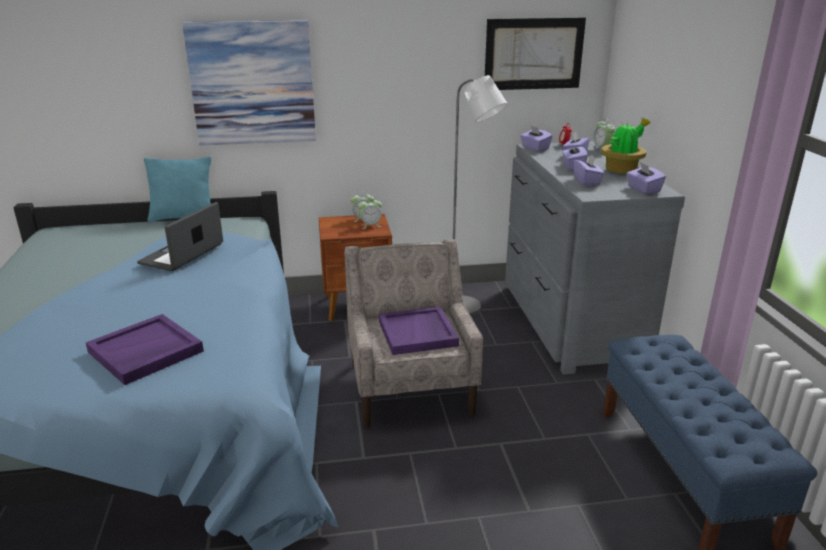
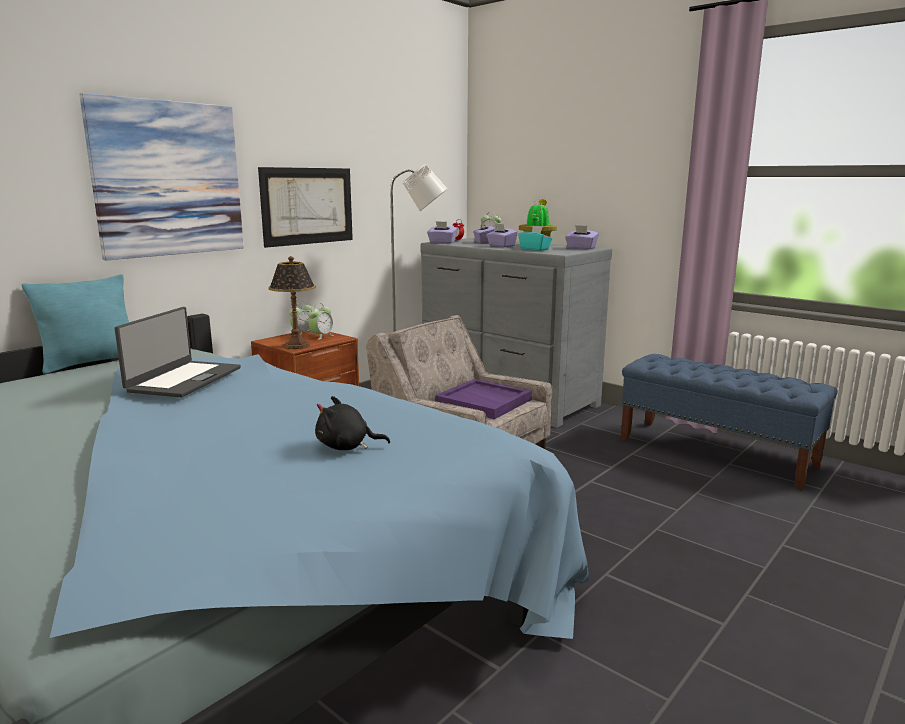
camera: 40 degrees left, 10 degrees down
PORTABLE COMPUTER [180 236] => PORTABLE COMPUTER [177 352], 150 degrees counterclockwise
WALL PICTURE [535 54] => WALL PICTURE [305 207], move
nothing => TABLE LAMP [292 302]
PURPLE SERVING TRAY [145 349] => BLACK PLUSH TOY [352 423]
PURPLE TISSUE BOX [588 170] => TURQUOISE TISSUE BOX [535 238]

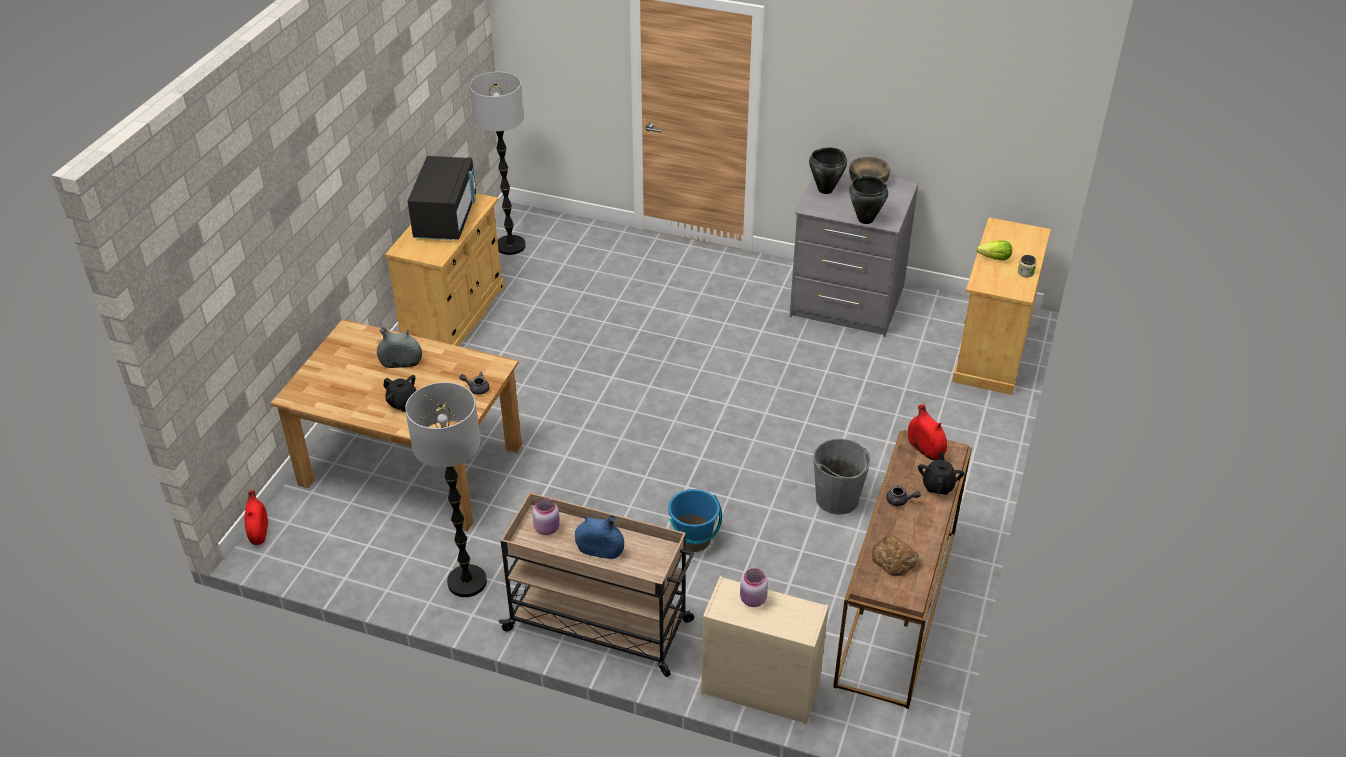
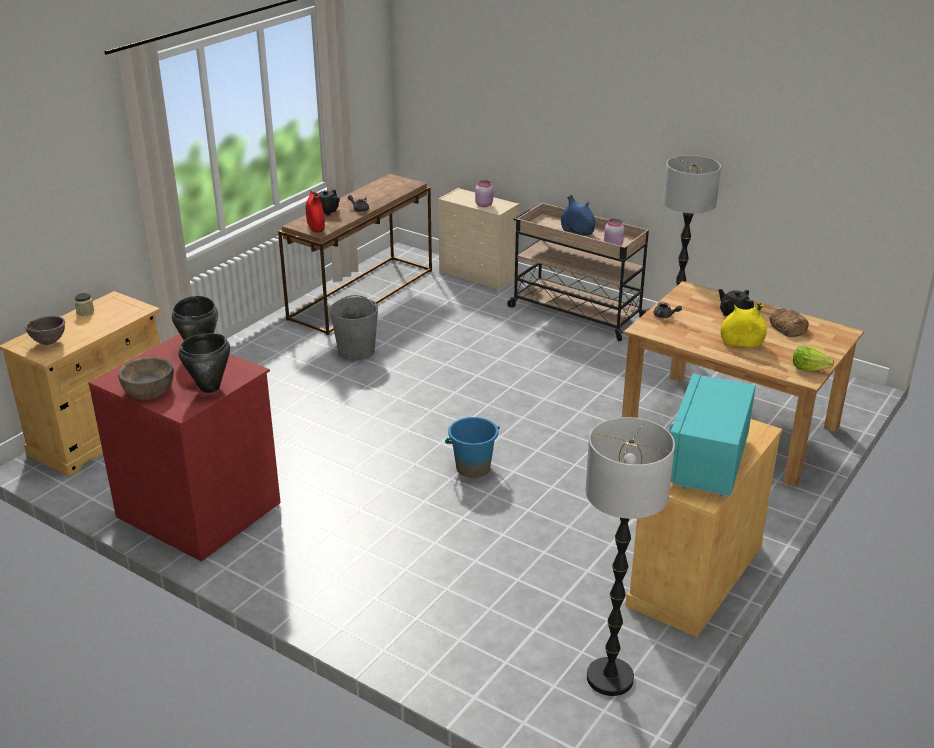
camera: 165 degrees left, 10 degrees down
nothing => BROWN-COLOURED DEEP DISH [44 330]
GRAY CHEST OF DRAWERS [854 252] => RED-COLOURED CHEST OF DRAWERS [185 447]
BLUE-COLOURED PAIL [695 520] => BLUE-COLOURED PAIL [472 447], move
BLACK MICROWAVE [442 198] => TURQUOISE MICROWAVE [712 435]
GRAY VASE [399 347] => YELLOW-COLOURED VASE [743 324]
BAKED BREAD [895 555] => BAKED BREAD [789 322], move
LETTUCE HEAD [994 250] => LETTUCE HEAD [813 358], move
RED-COLOURED VASE [256 517] => nothing

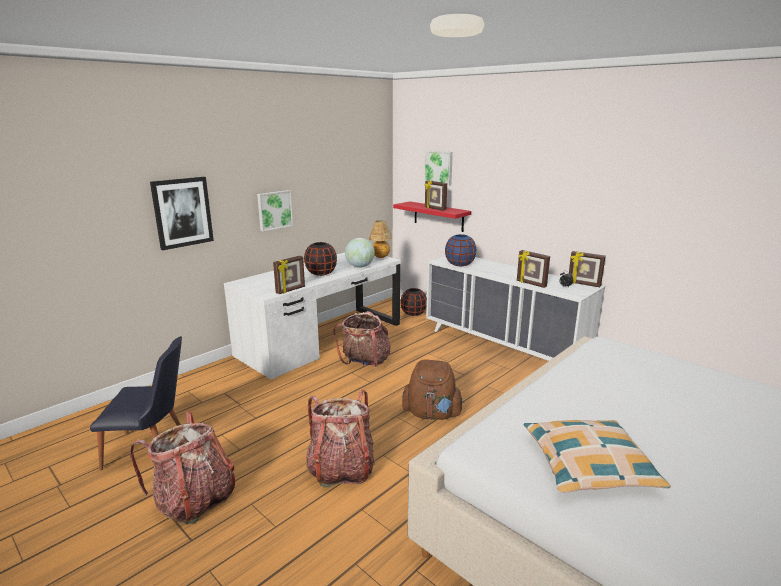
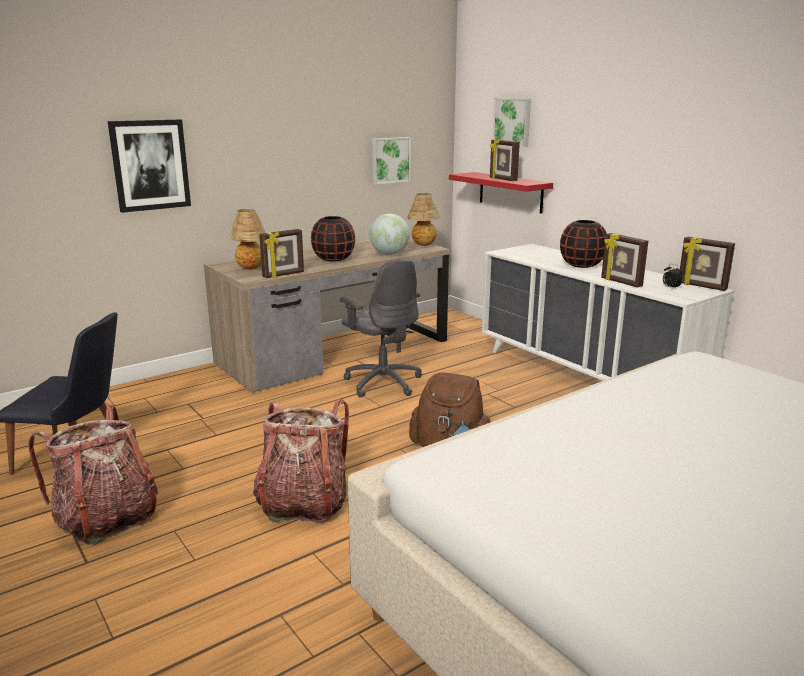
camera: 10 degrees right, 0 degrees up
WHITE-COLOURED DESK TABLE [312 316] => BROWN-COLOURED DESK TABLE [327 316]
nothing => TABLE LAMP [247 239]
KNAPSACK [361 339] => GRAY OFFICE CHAIR [381 328]
WALL PICTURE [275 210] => WALL PICTURE [391 161], move
BLACK VASE [413 302] => BLACK VASE [583 244], move
BLUE-COLOURED VASE [461 250] => nothing
CUSHION [597 456] => nothing

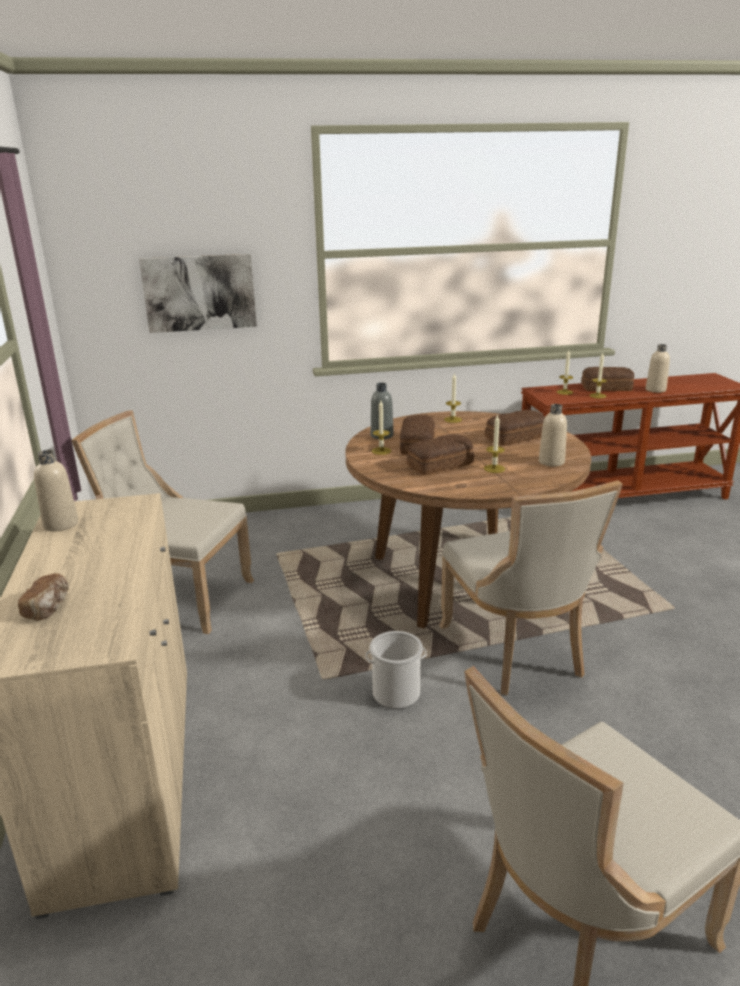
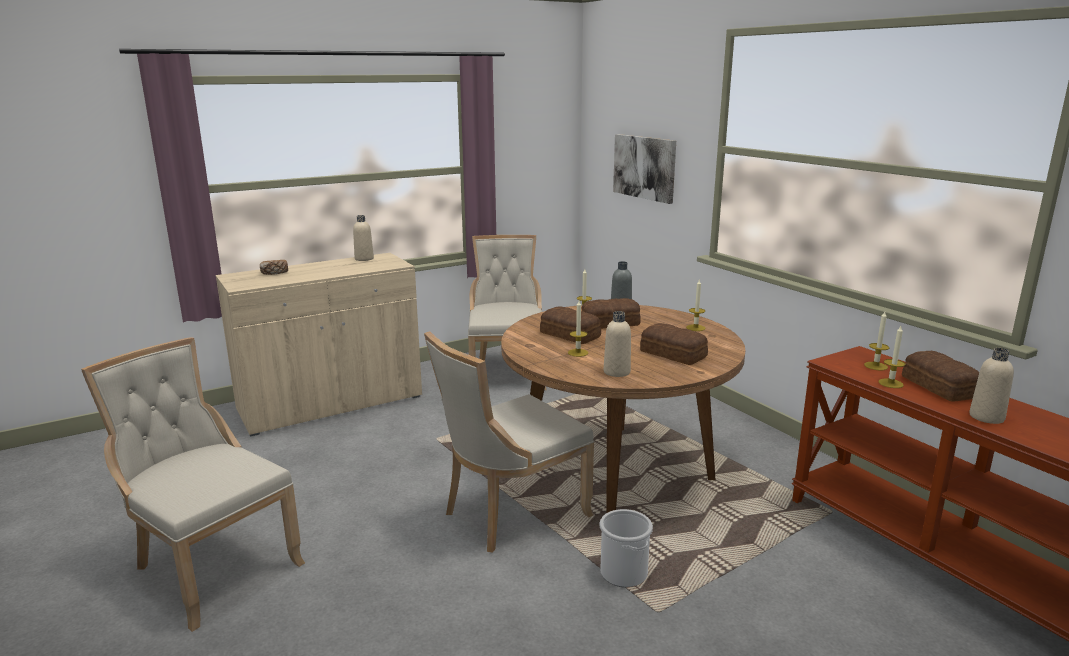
camera: 70 degrees right, 5 degrees down
PAIL [396 670] => PAIL [626 548], move

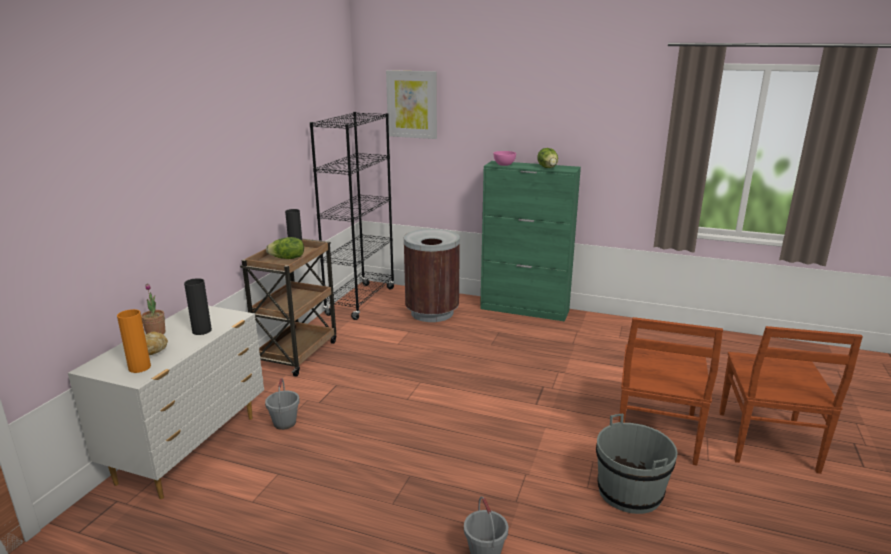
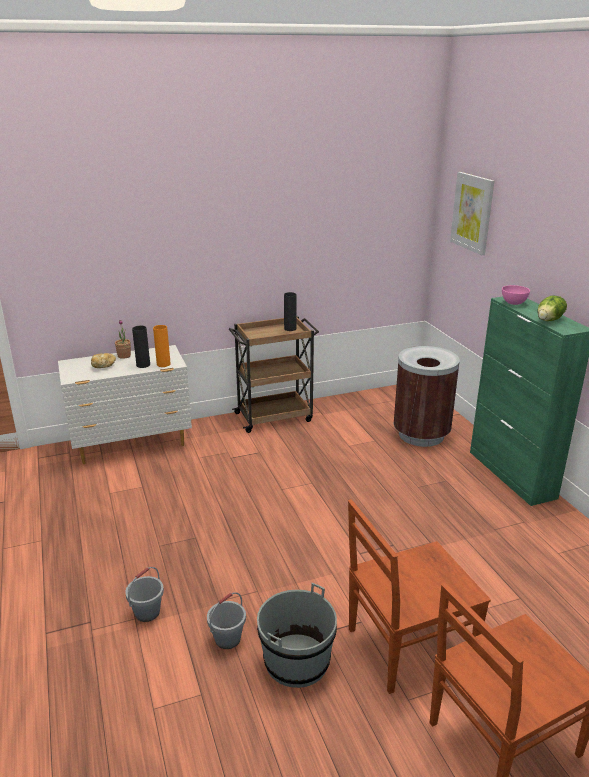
camera: 50 degrees right, 5 degrees up
ORANGEY VASE [134 341] => ORANGEY VASE [162 346], move
GRAY PAIL [282 404] => GRAY PAIL [226 620], move
LETTUCE HEAD [285 248] => nothing
BLACK BOOKSHELF [352 216] => nothing

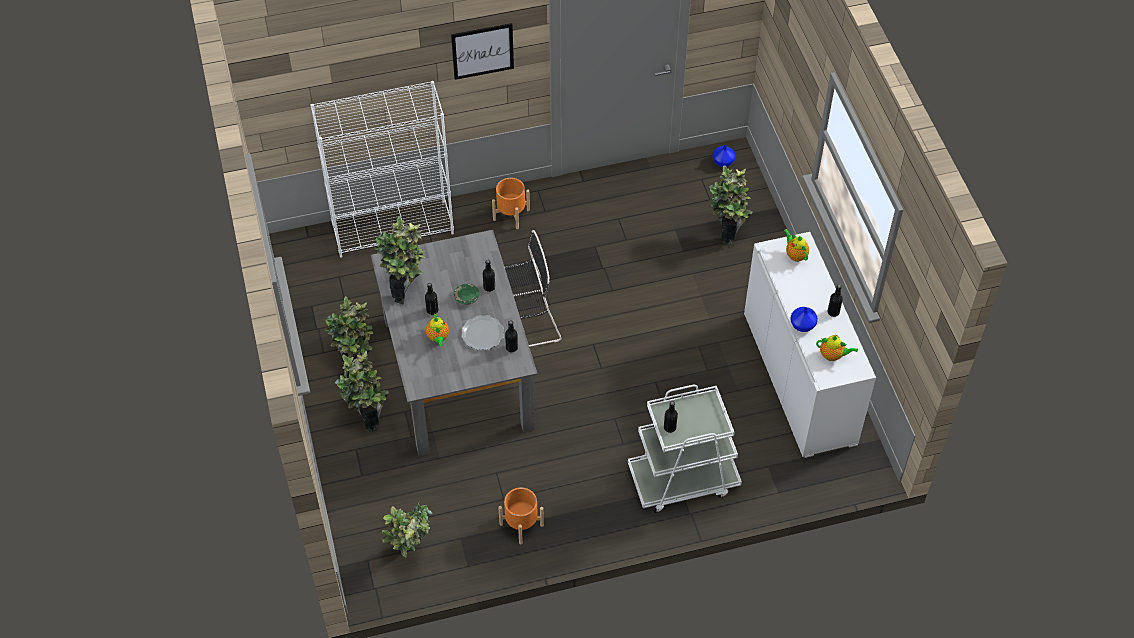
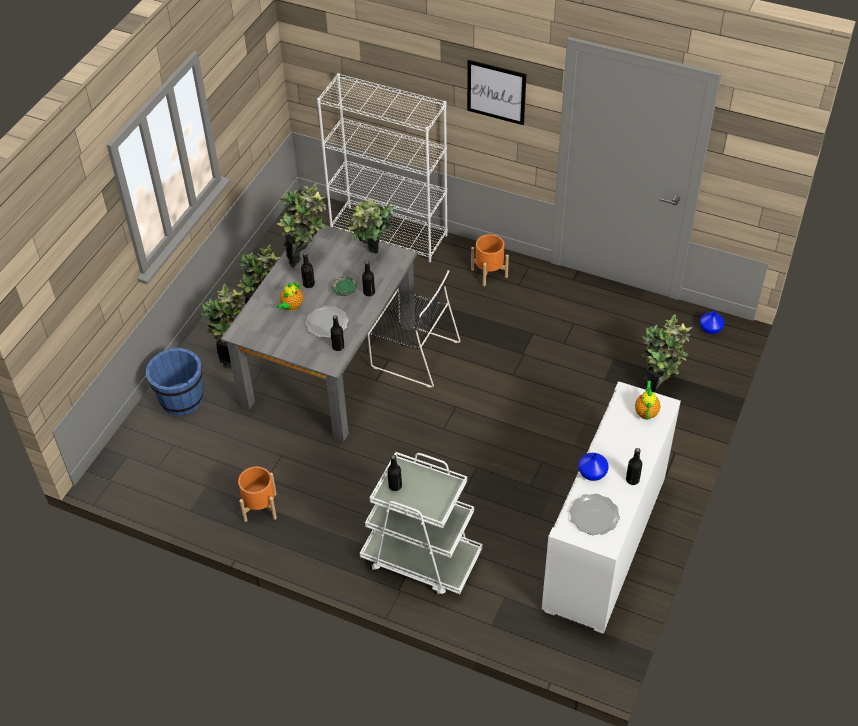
camera: 40 degrees right, 5 degrees down
nothing => BLUE-COLOURED PAIL [174 382]
PLANT IN A POT [407 529] => PLANT IN A POT [370 226], move
TEA POT [837 348] => PLATE [594 514]

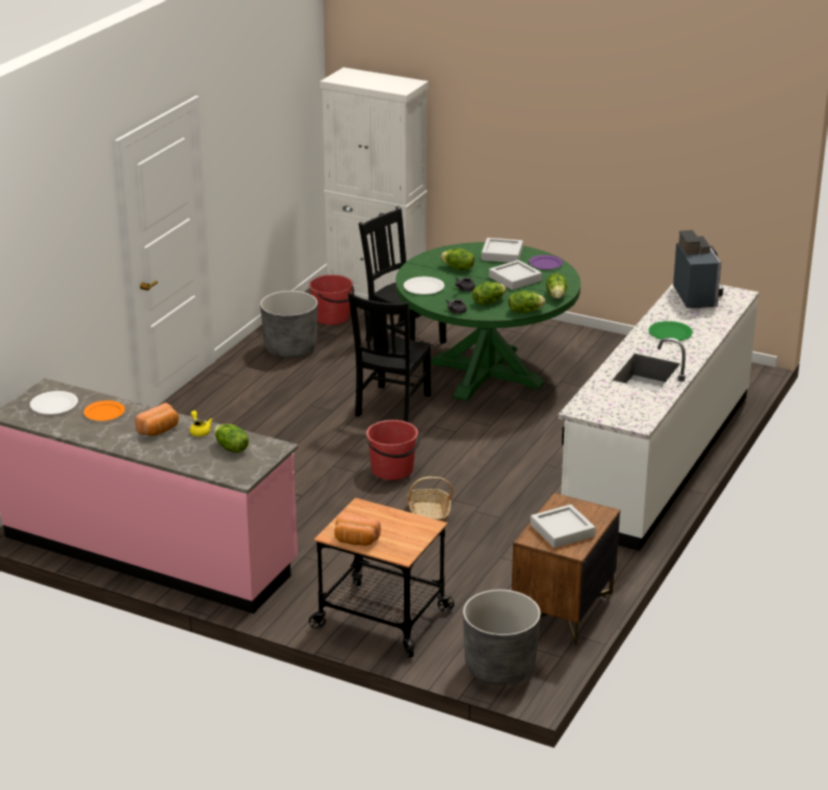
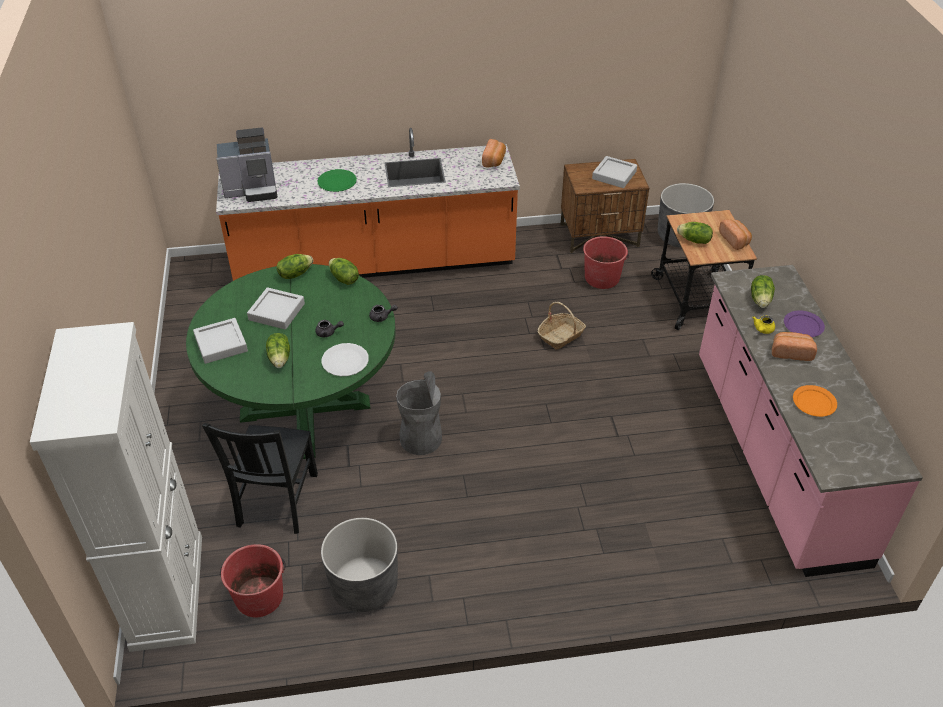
camera: 125 degrees left, 15 degrees up
COFFEE MAKER [698 269] => COFFEE MAKER [246 165], 150 degrees counterclockwise
WHITE-COLOURED COUNTER [658 417] => ORANGEY COUNTER [368 204]
BLACK UPRIGHT CHAIR [389 357] => GRAY RUBBISH BIN [419 413]
nothing => BAKED BREAD [494 153]
RED-COLOURED PAIL [393 450] => RED-COLOURED PAIL [606 262], move
LETTUCE HEAD [489 293] => LETTUCE HEAD [695 233], move
PURPLE PLATE [546 262] => PURPLE PLATE [804 323], move
WHITE-COLOURED PLATE [54 403] => nothing

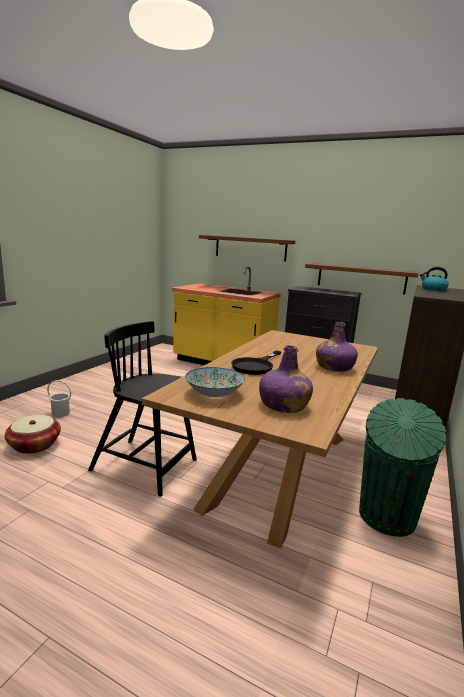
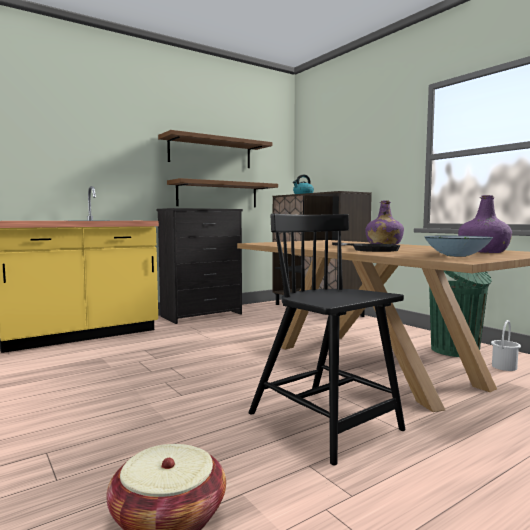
camera: 60 degrees left, 10 degrees down
BROWN-COLOURED BRACKET SHELF [247 248] => BROWN-COLOURED BRACKET SHELF [215 149], move
BLACK UPRIGHT CHAIR [142 409] => BLACK UPRIGHT CHAIR [327 339], 90 degrees clockwise
WHITE-COLOURED PAIL [59 398] => WHITE-COLOURED PAIL [506 345], move

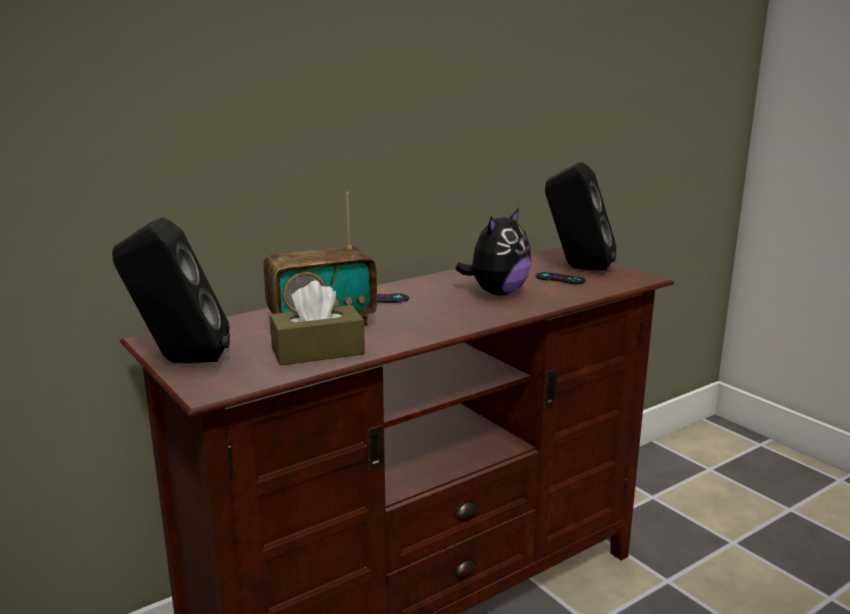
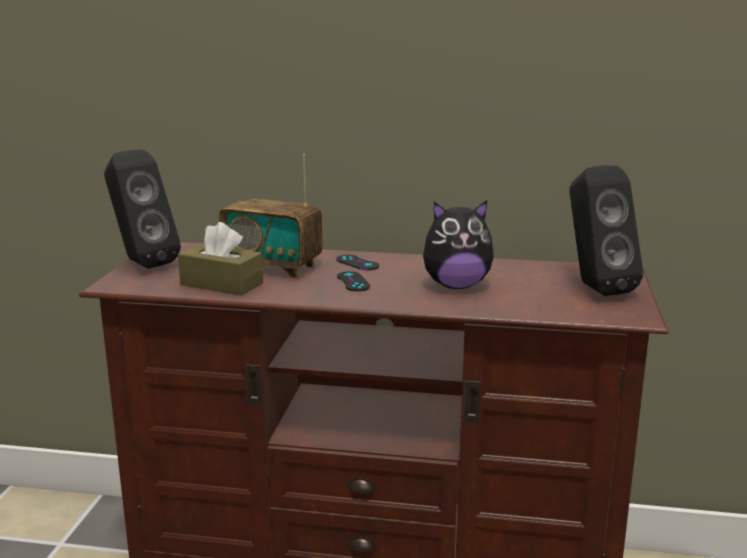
camera: 45 degrees right, 0 degrees up
BLACK JOYPAD [560 278] => BLACK JOYPAD [353 281], move

